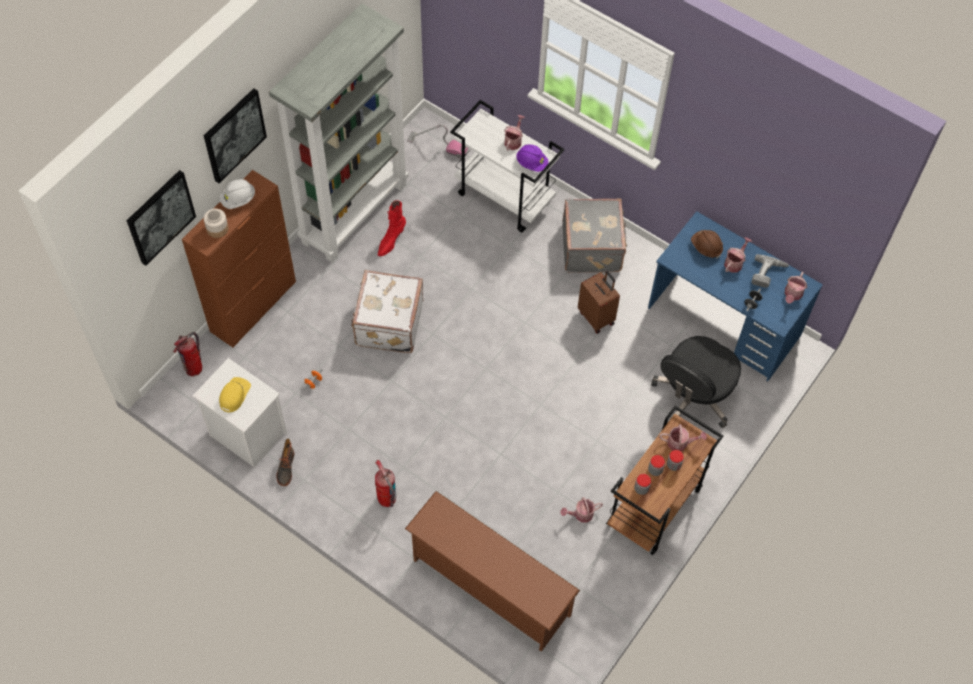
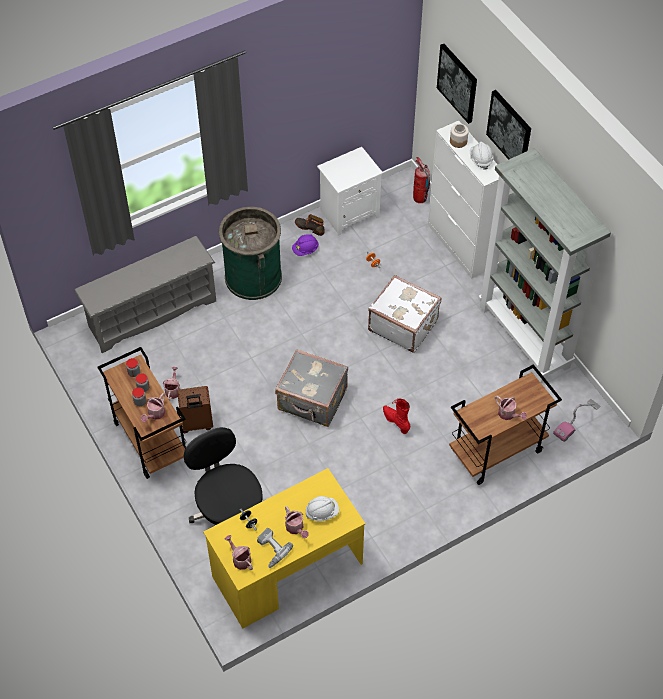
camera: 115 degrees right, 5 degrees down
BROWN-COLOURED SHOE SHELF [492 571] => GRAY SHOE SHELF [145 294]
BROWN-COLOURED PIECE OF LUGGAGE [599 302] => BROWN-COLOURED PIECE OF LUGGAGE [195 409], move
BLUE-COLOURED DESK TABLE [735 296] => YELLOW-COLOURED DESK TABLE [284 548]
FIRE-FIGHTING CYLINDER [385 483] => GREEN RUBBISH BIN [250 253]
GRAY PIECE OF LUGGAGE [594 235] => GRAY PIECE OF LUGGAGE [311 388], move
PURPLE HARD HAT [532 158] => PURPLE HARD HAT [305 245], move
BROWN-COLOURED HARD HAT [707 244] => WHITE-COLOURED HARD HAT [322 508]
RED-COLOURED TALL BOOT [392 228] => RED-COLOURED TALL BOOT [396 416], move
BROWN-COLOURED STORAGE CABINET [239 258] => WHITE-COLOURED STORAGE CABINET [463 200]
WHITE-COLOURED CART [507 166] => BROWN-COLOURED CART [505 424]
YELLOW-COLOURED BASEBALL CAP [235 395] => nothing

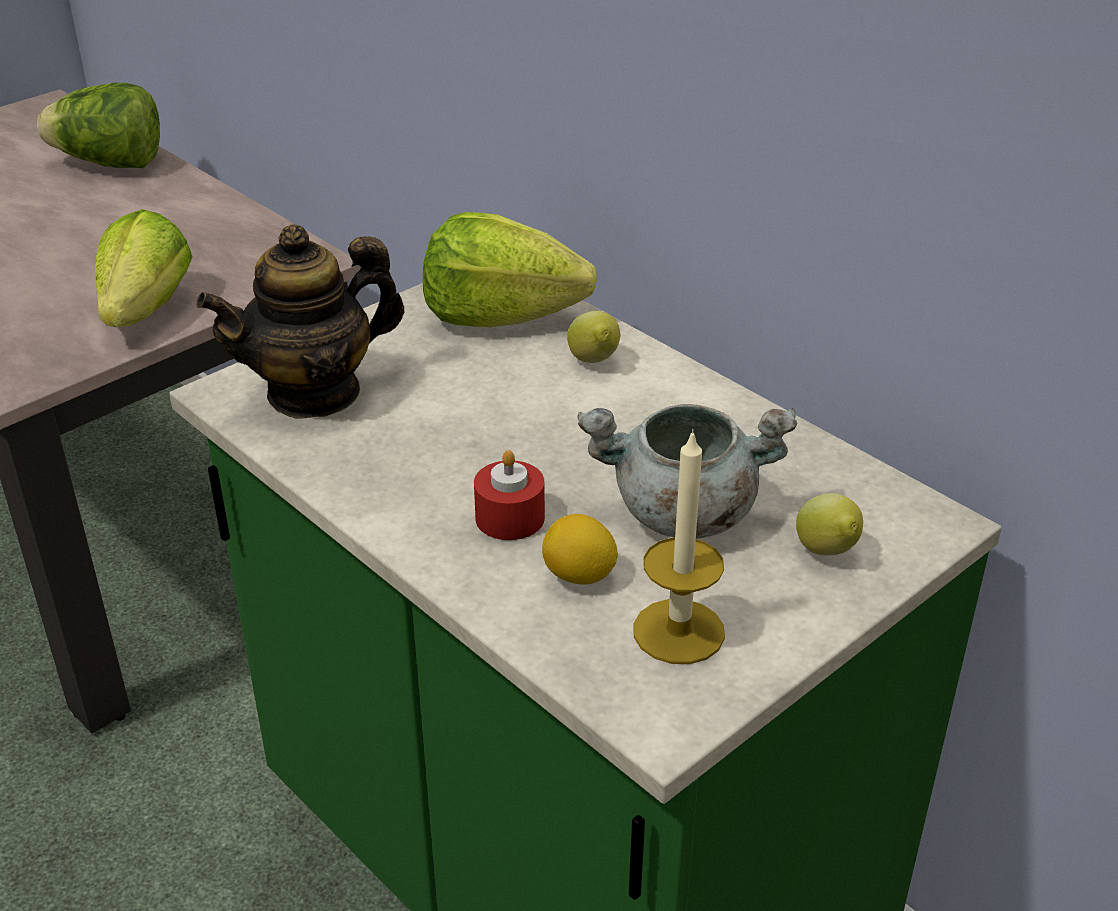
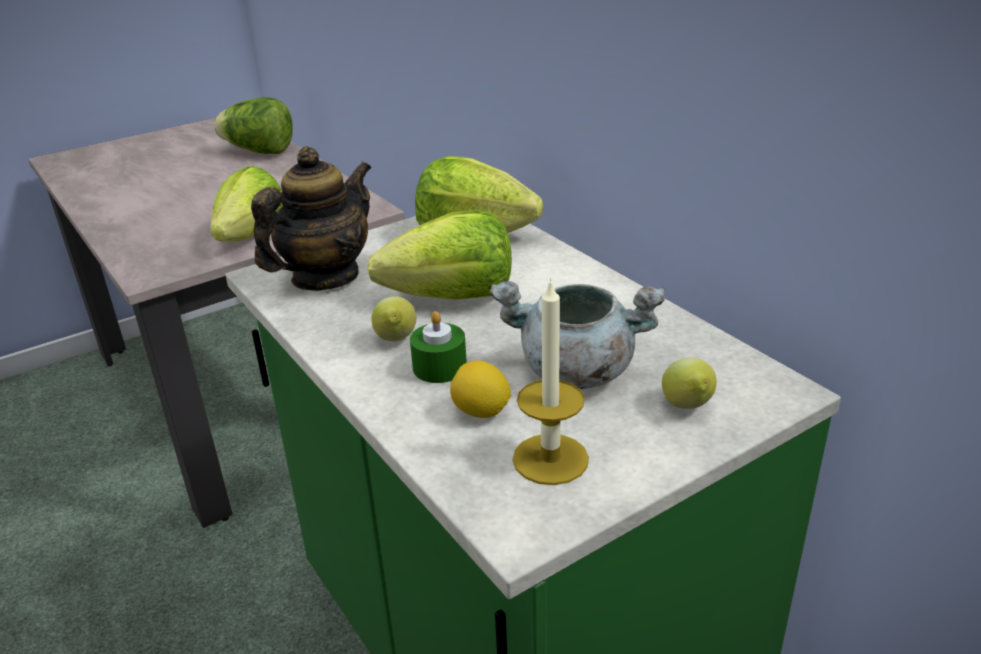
camera: 10 degrees right, 5 degrees down
TEA POT [300 321] => TEA POT [311 218], 150 degrees clockwise
nothing => LETTUCE HEAD [439 255]
CITRUS FRUIT [594 337] => CITRUS FRUIT [394 318], move
RED-COLOURED WAX LIGHT [509 495] => GREEN WAX LIGHT [438 347]

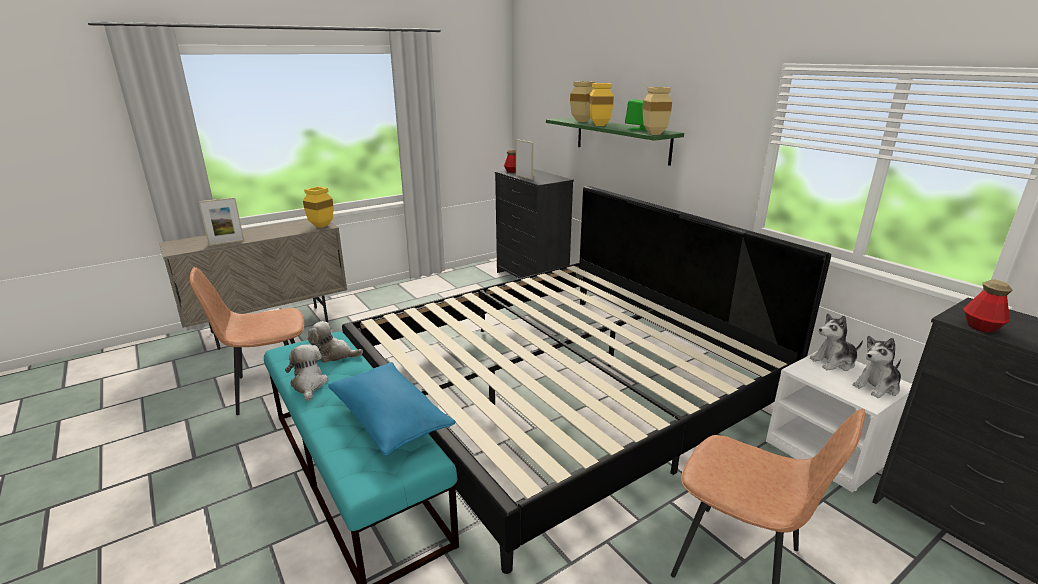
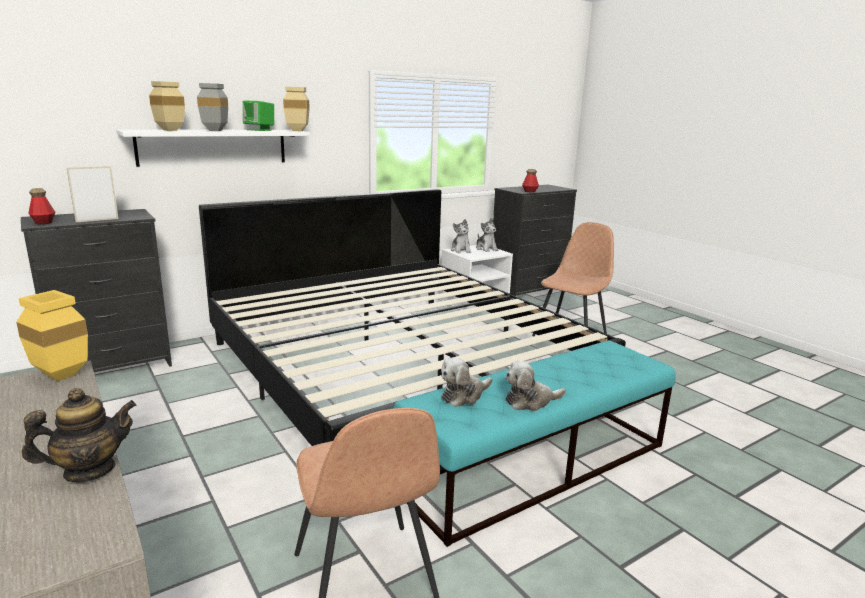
camera: 90 degrees left, 5 degrees down
STANDING FRAME [221 221] => TEA POT [79 435]
GREEN BRACKET SHELF [615 141] => WHITE-COLOURED BRACKET SHELF [213 148]
YELLOW-COLOURED VASE [601 104] => GRAY VASE [212 107]
PLUSH TOY [335 342] => PLUSH TOY [466 382], 45 degrees clockwise
BLUE-COLOURED CUSHION [392 409] => nothing

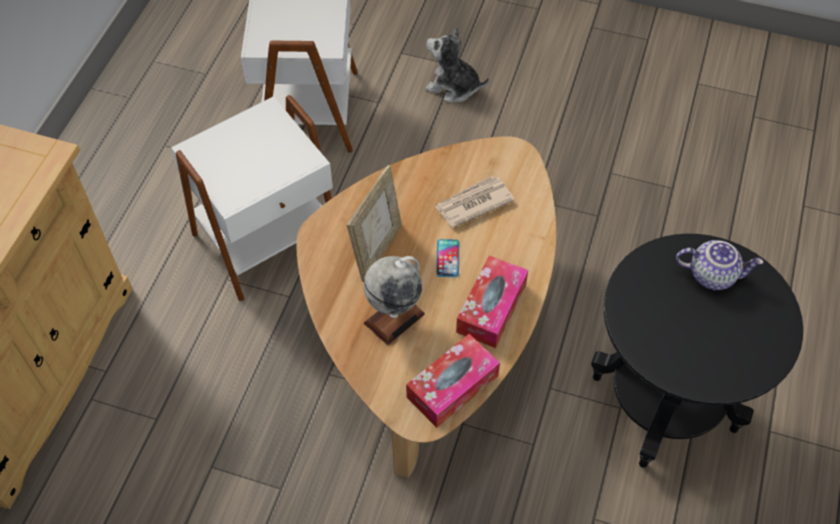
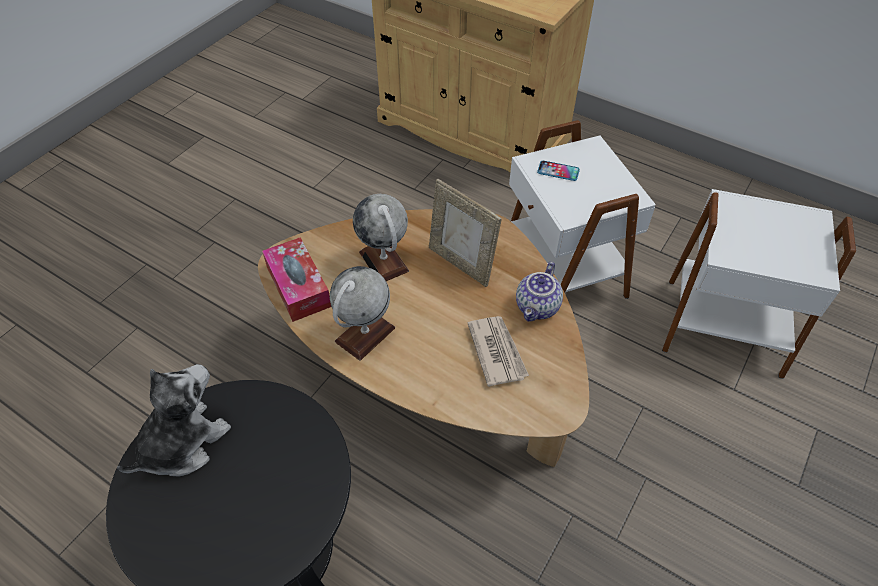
camera: 105 degrees right, 5 degrees down
PLUSH TOY [457 64] => PLUSH TOY [174 420], move
TISSUE BOX [492 302] => WORLD GLOBE [362 313]
TEA POT [720 265] => TEA POT [539 291], move
TELEPHONE [447 258] => TELEPHONE [558 171], move

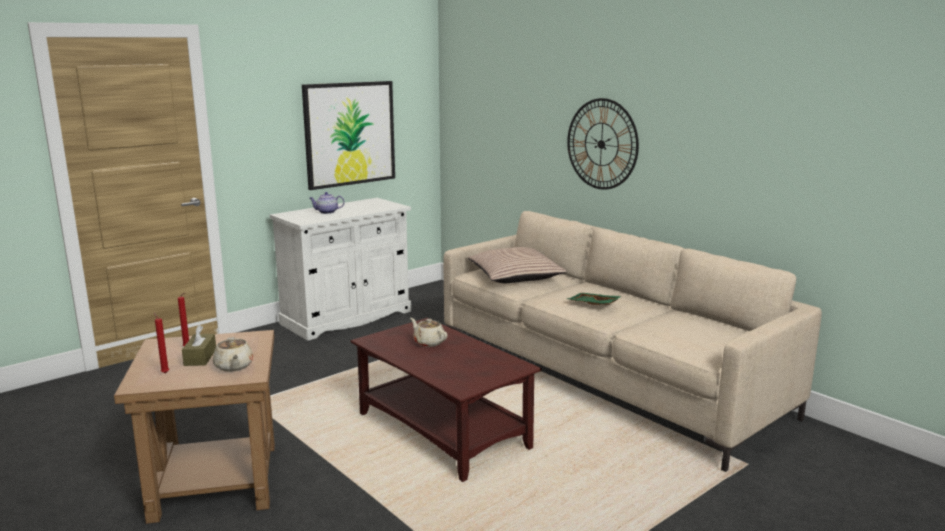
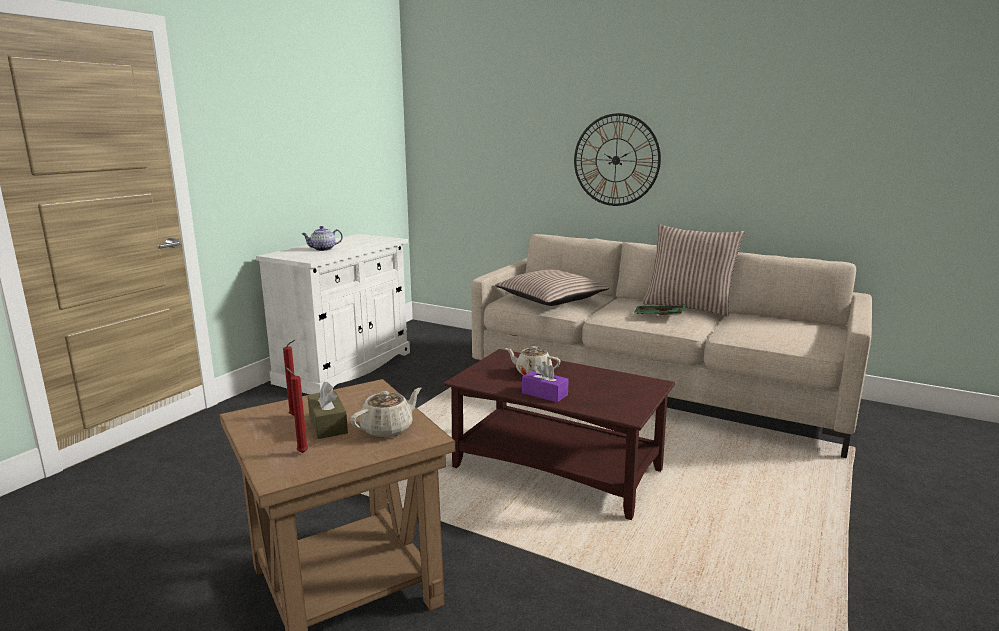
camera: 20 degrees left, 0 degrees up
SAND-COLOURED TEA POT [233 354] => SAND-COLOURED TEA POT [386 413], 90 degrees counterclockwise
nothing => PURPLE TISSUE BOX [545 382]
nothing => CUSHION [694 270]
WALL PICTURE [348 135] => nothing

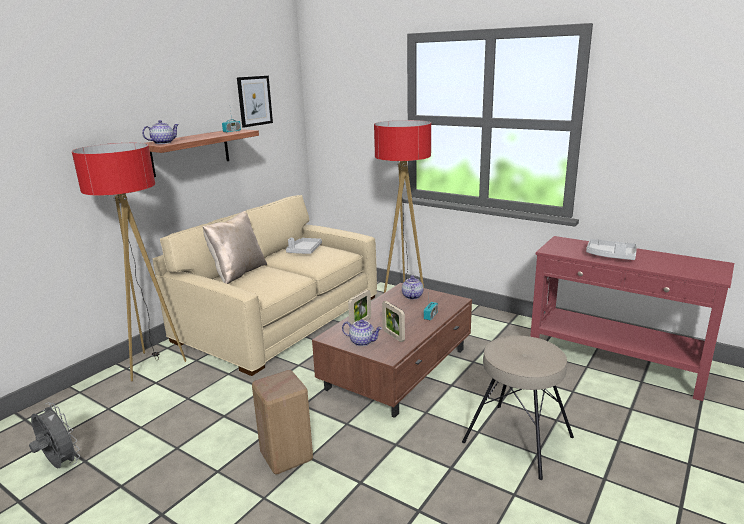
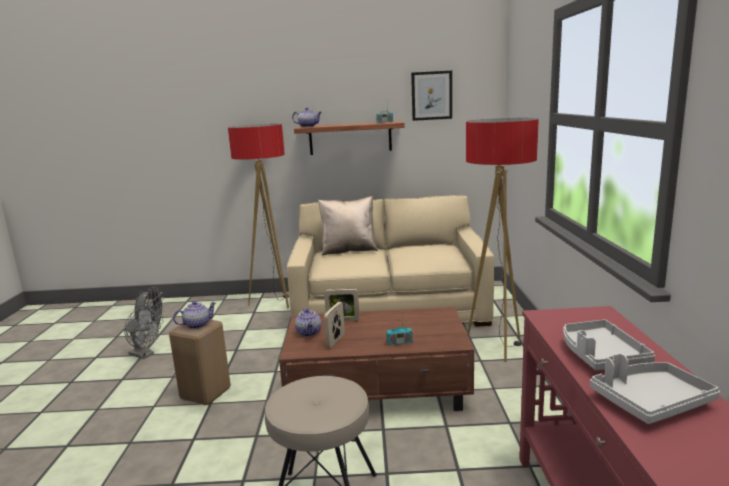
camera: 55 degrees right, 5 degrees down
nothing => GRAY FAN [141 333]
TEA POT [412 287] => TEA POT [195 315], move
GRAY SERVING TRAY [304 246] => GRAY SERVING TRAY [655 388], move

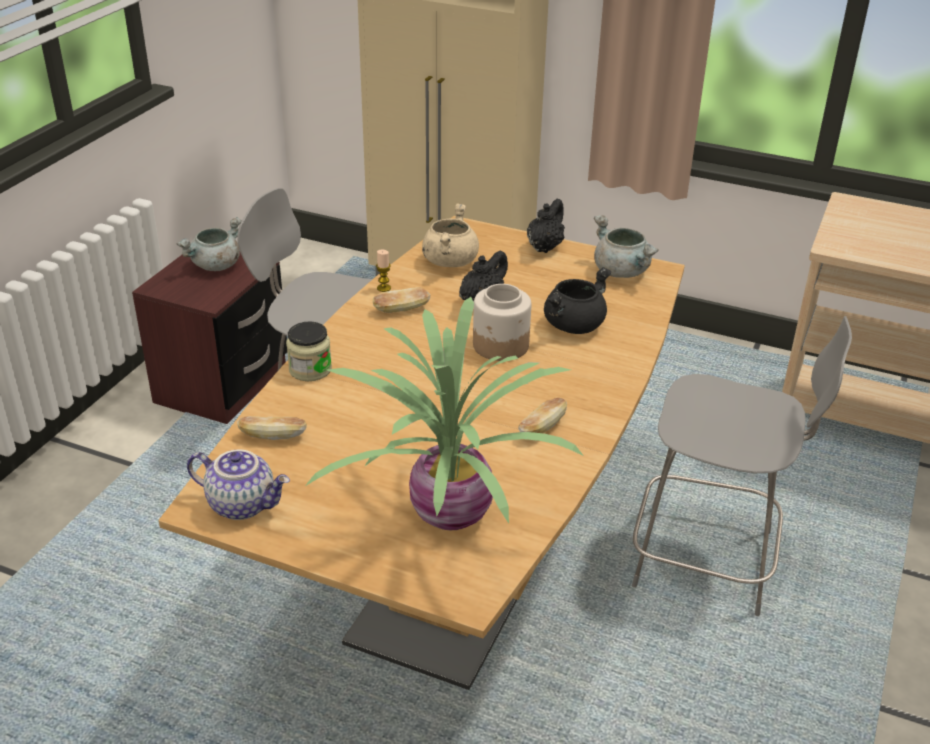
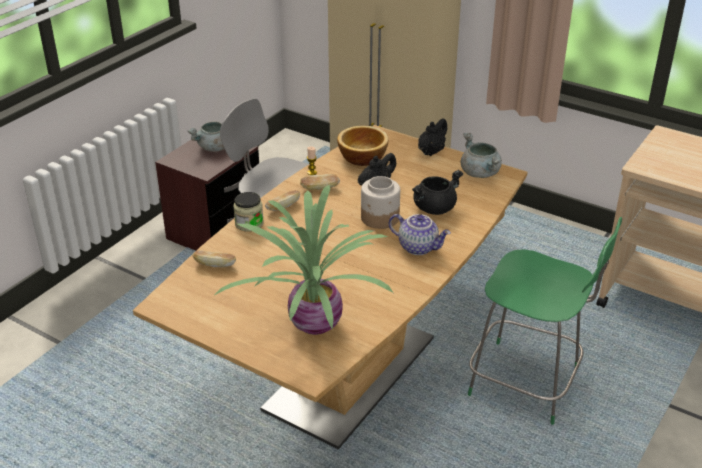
camera: 10 degrees right, 0 degrees up
BAKED BREAD [542 415] => BAKED BREAD [282 200], move
SAND-COLOURED COOKING POT [450 235] => DEEP DISH [363 146]
TEA POT [238 485] => TEA POT [420 234], move
GRAY UPRIGHT CHAIR [742 466] => GREEN UPRIGHT CHAIR [545 321]

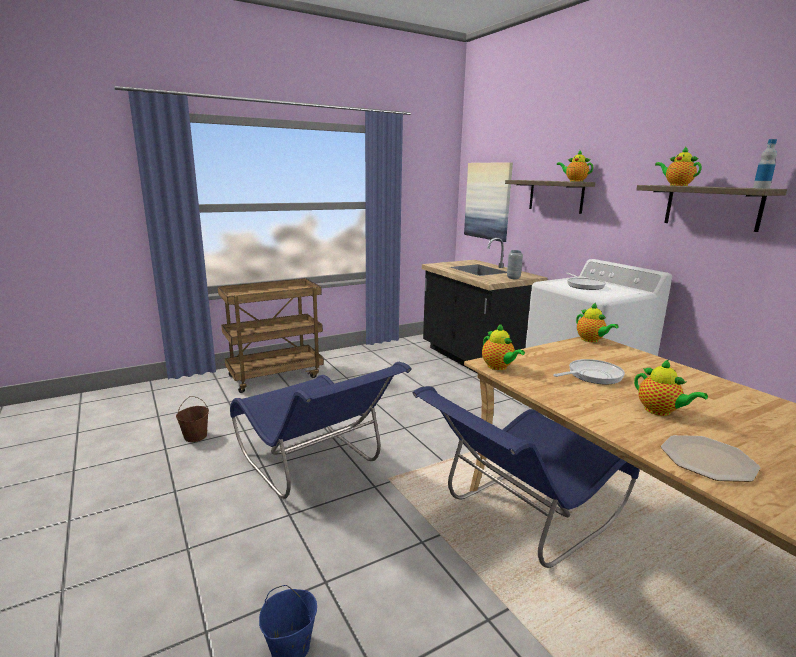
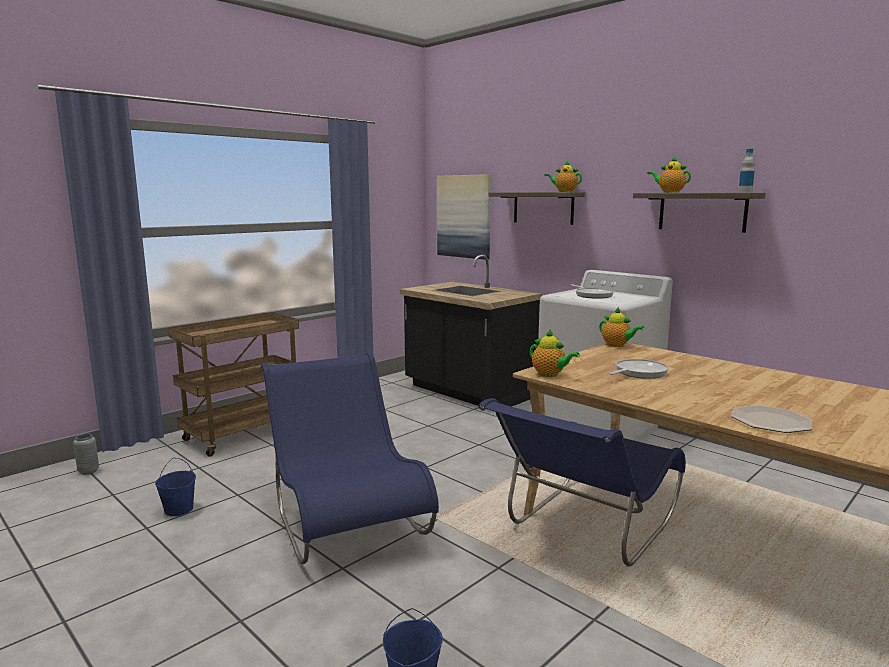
camera: 15 degrees left, 5 degrees down
GRAY VASE [515 264] => GRAY VASE [86 454], move
BROWN-COLOURED PAIL [192 419] => BLUE-COLOURED PAIL [175 487]
BLUE-COLOURED UPRIGHT CHAIR [321 430] => BLUE-COLOURED UPRIGHT CHAIR [350 457], 150 degrees counterclockwise
TEA POT [671 388] => nothing

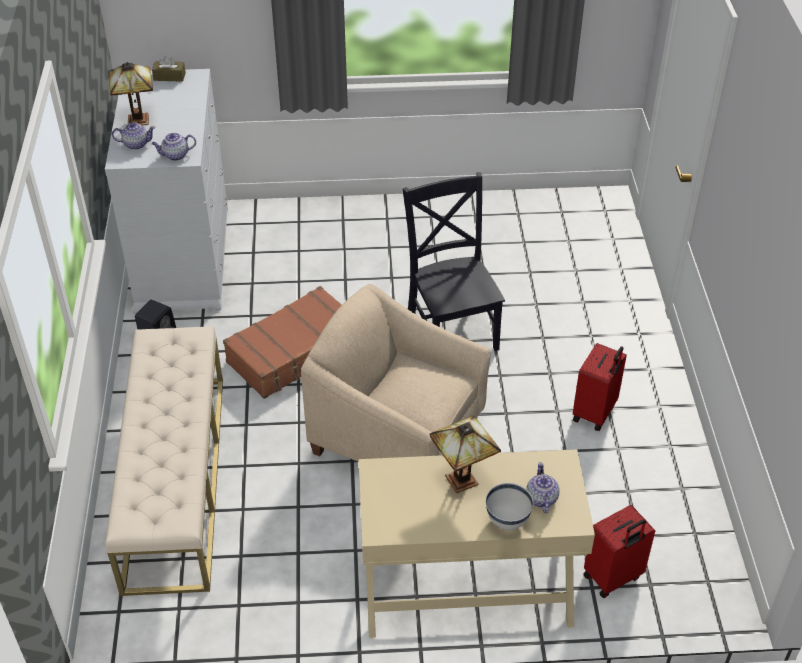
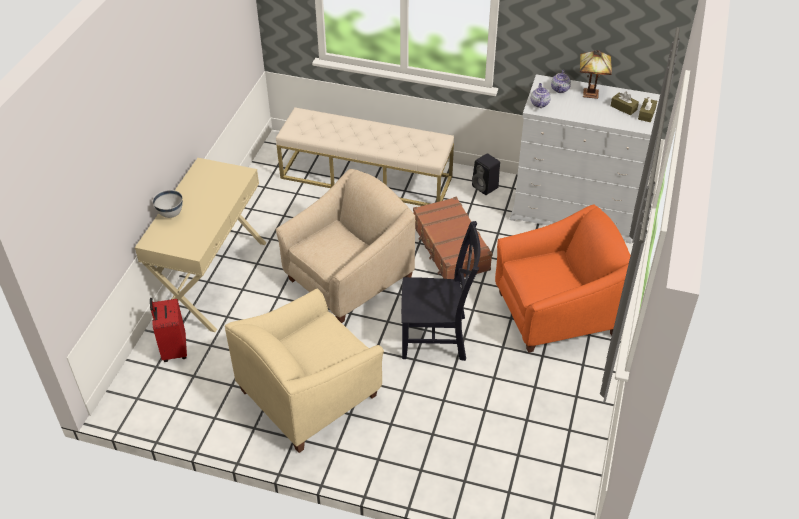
camera: 110 degrees right, 0 degrees up
RED-COLOURED PIECE OF LUGGAGE [600 387] => SAND-COLOURED LOUNGE CHAIR [304 371]
nothing => ORANGEY LOUNGE CHAIR [563 278]
nothing => BROWN-COLOURED TISSUE BOX [625 103]
TABLE LAMP [465 454] => nothing
TEA POT [543 488] => nothing

